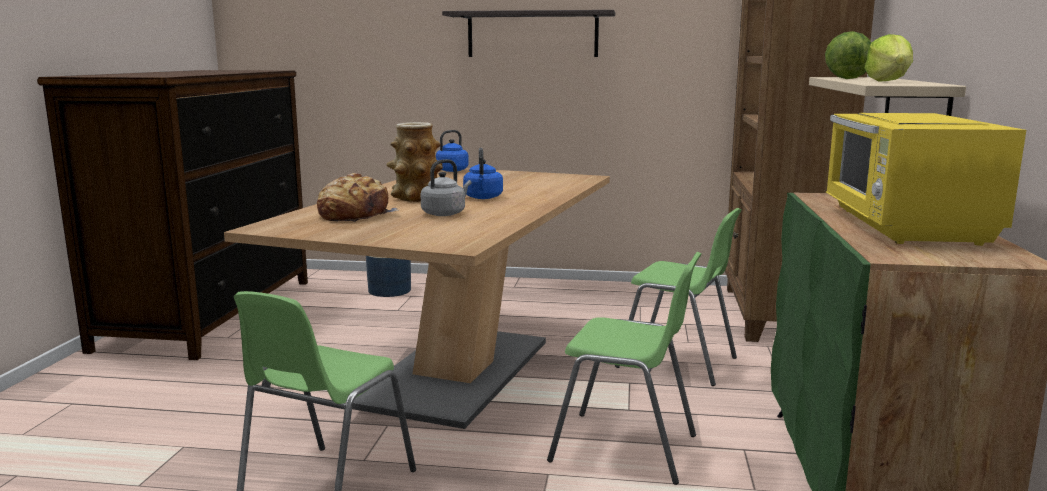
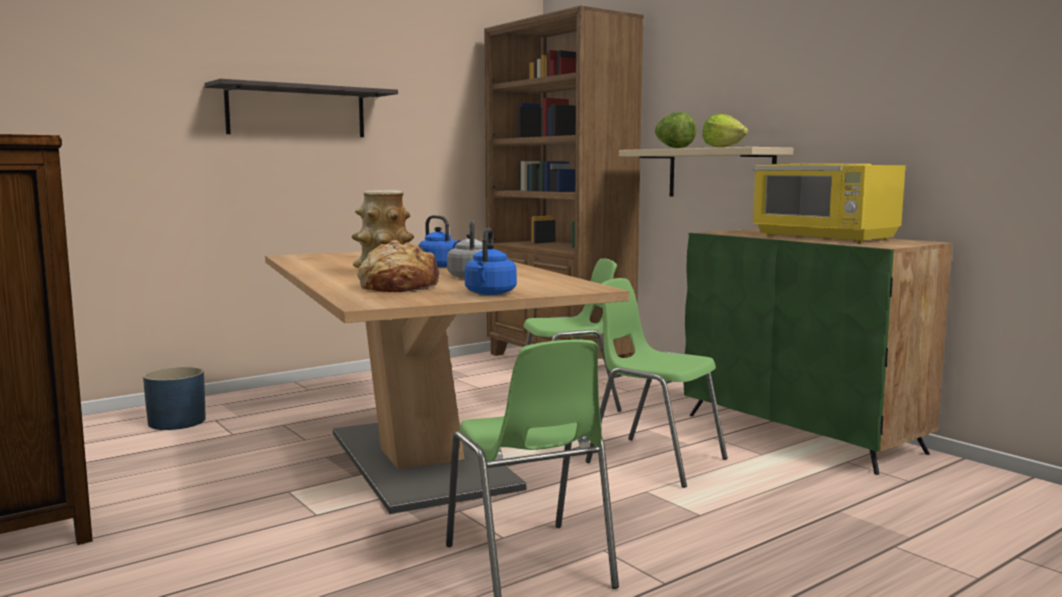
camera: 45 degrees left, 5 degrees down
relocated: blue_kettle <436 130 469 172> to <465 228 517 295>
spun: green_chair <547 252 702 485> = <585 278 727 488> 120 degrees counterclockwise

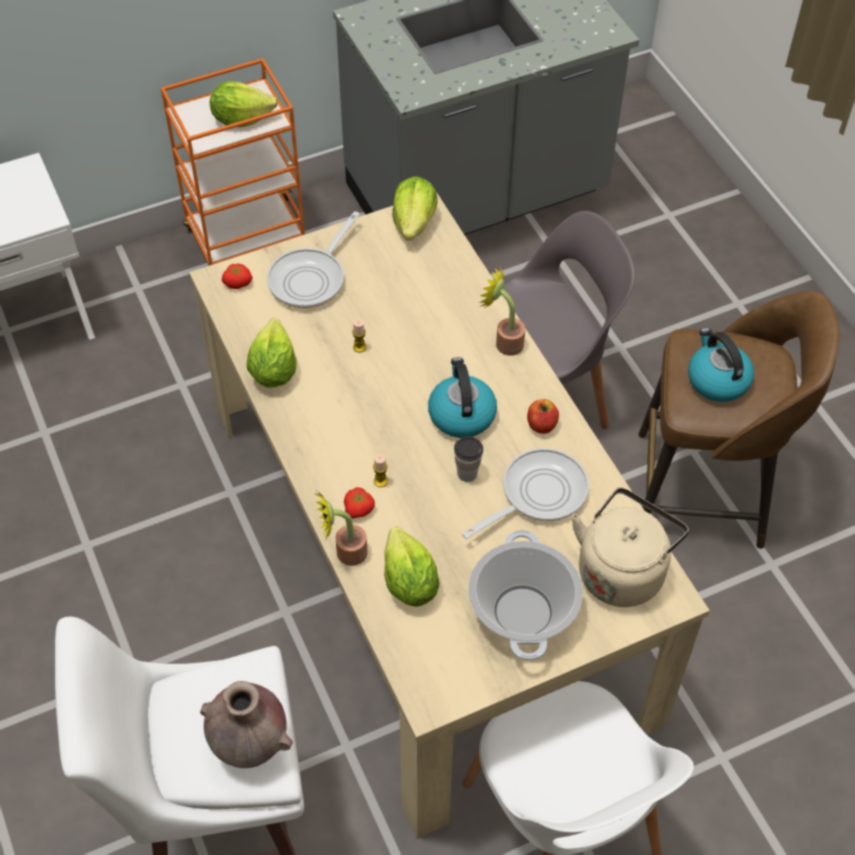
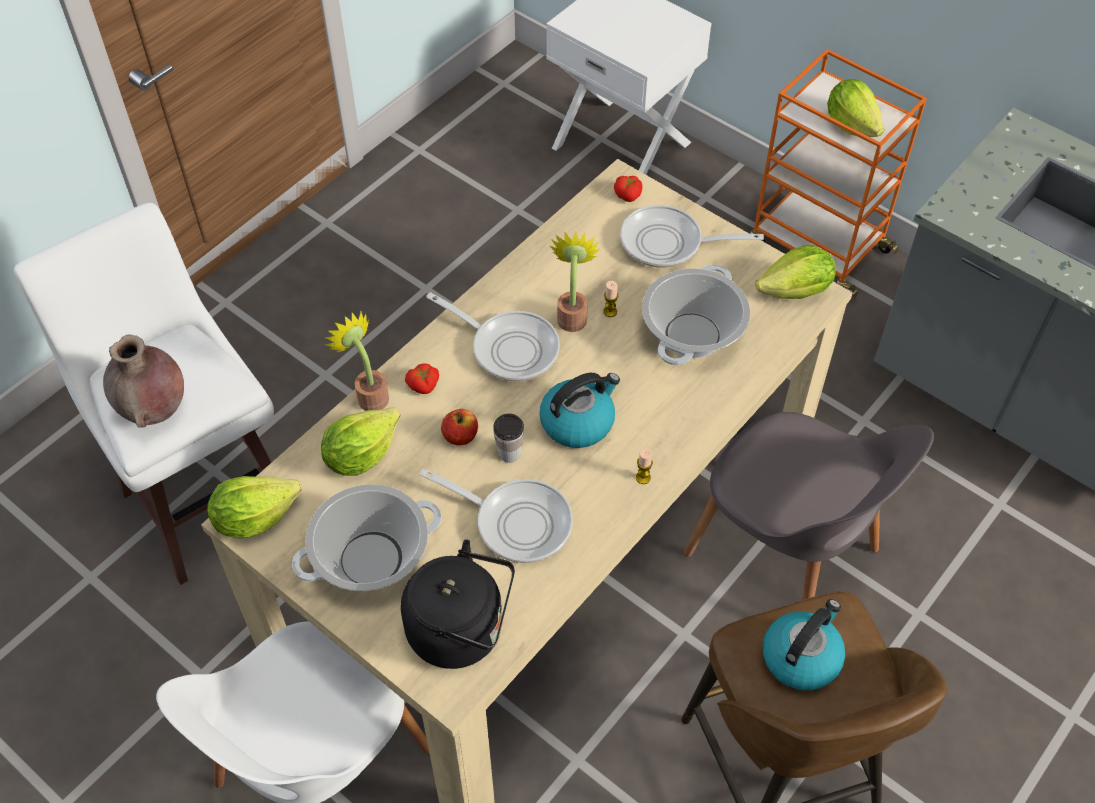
camera: 65 degrees right, 0 degrees up
appeared: frying_pan <426 292 560 381>; cooking_pot <642 264 750 365>
relocated: lettuce <247 318 297 388> to <207 476 301 538>; apple <527 399 559 434> to <441 409 478 445>; potted_plant <479 266 525 356> to <549 231 600 332>; candle <373 453 388 487> to <636 448 653 484>
colour: beige_kettle <572 487 689 607> to black_kettle <401 539 515 669>

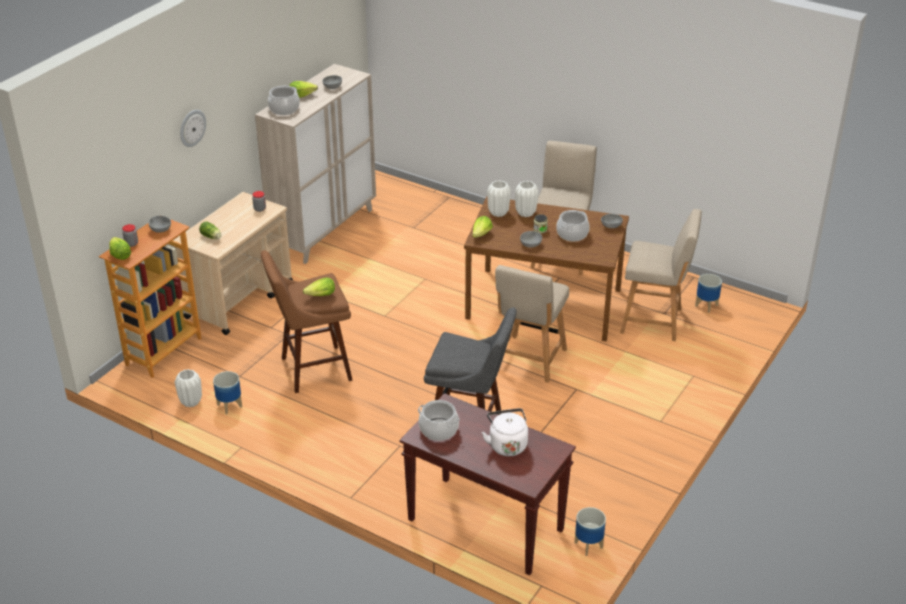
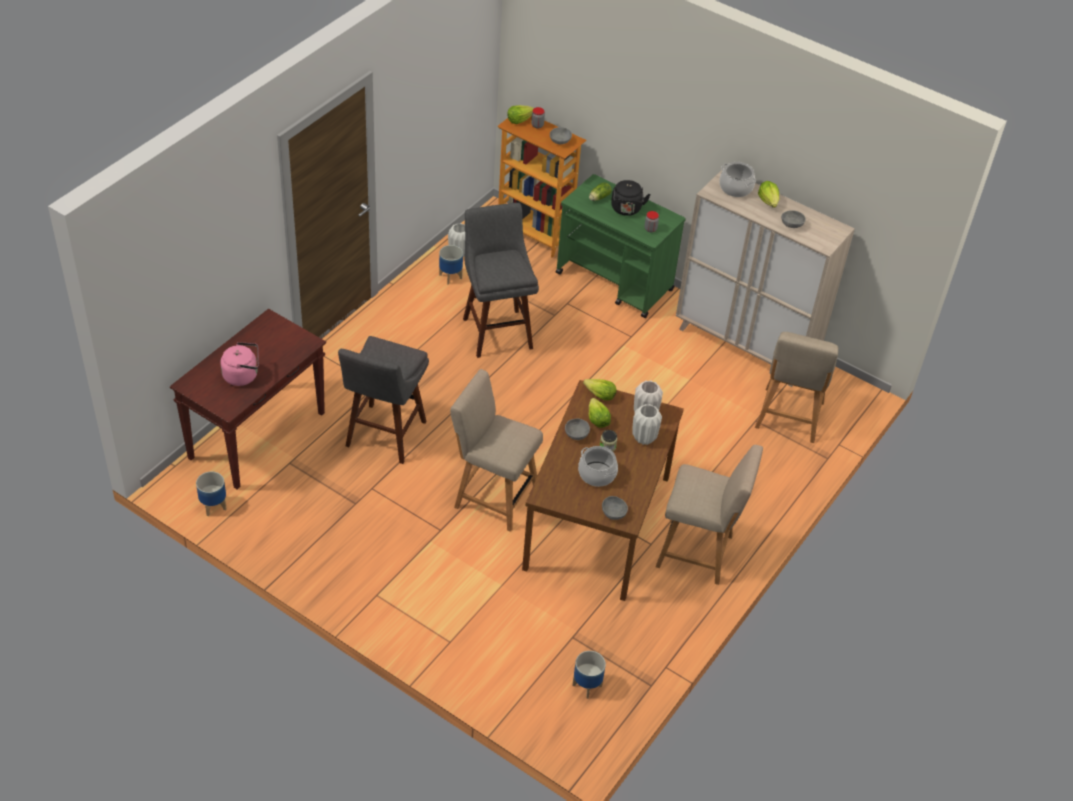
camera: 90 degrees right, 10 degrees up
missing: wall_clock <180 110 206 147>; cooking_pot <418 400 460 441>
appeared: black_kettle <611 180 651 216>
relocated: lettuce <303 277 335 296> to <589 398 611 428>; beige_chair <620 209 702 341> to <755 332 838 443>
colour: white_kettle <482 408 528 456> to pink_kettle <220 342 259 386>; brown_stool <261 250 353 393> to grey_stool <463 203 539 358>; beige_cart <173 192 293 335> to green_cart <555 174 686 318>

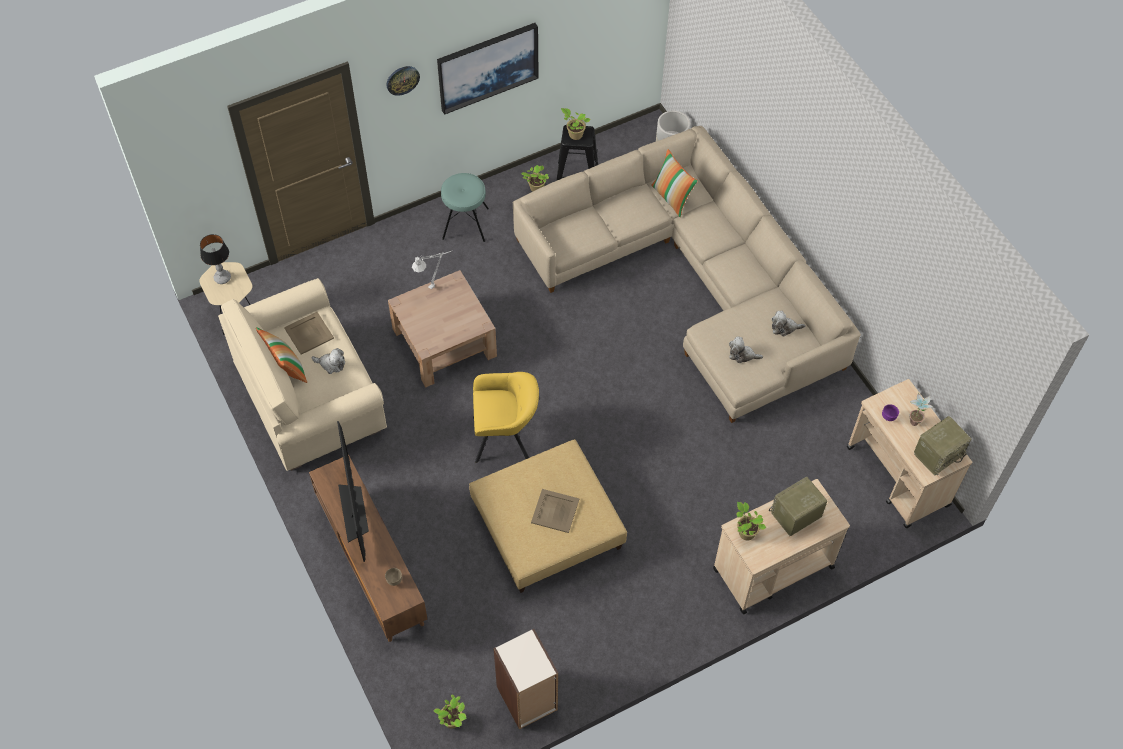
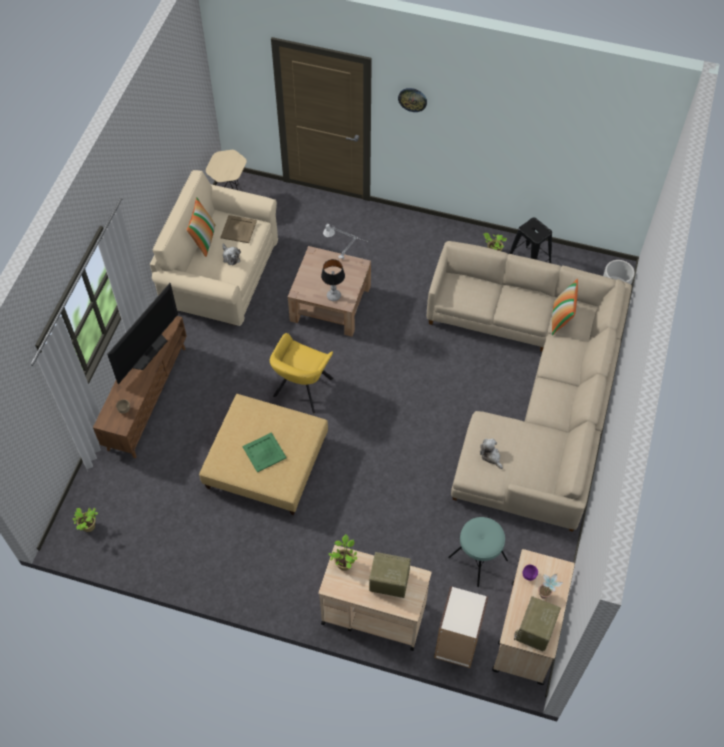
camera: 45 degrees right, 0 degrees up
missing: picture <437 23 539 115>; potted_plant <561 108 590 140>; plush_toy <771 311 806 337>
relocated: table_lamp <200 234 231 284> to <321 259 345 301>; bookcase <493 629 558 729> to <434 586 488 668>; turquoise_stool <441 173 489 242> to <448 517 508 587>
colour: beige_tray <531 489 579 533> to green_tray <242 432 287 472>
spun: yellow_armchair <473 372 539 463> = <270 333 334 414> 75 degrees clockwise; radio <914 416 972 476> = <514 596 561 651> 105 degrees clockwise

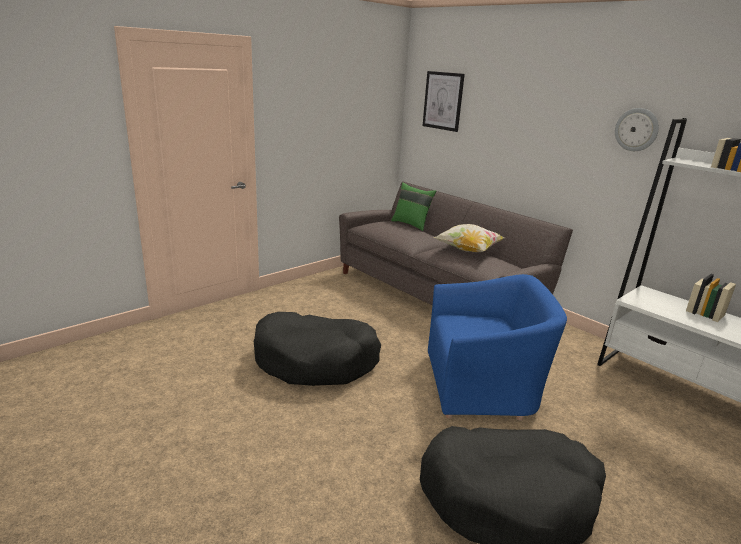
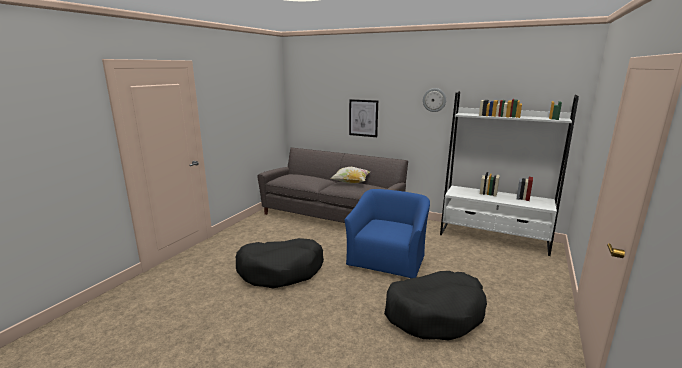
camera: 20 degrees left, 5 degrees down
missing: green_pillow <391 182 436 231>
relocated: picture <423 71 465 132> to <349 99 378 137>
spun: blue_armchair <428 274 567 421> = <344 189 430 278> 45 degrees counterclockwise

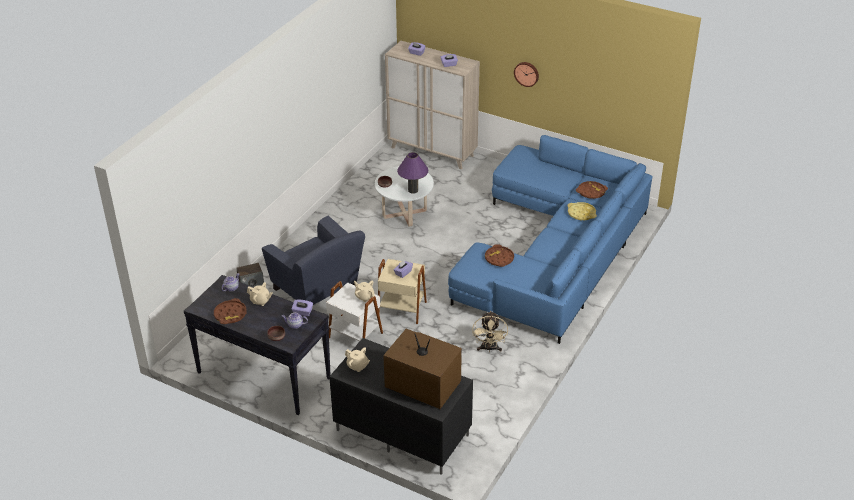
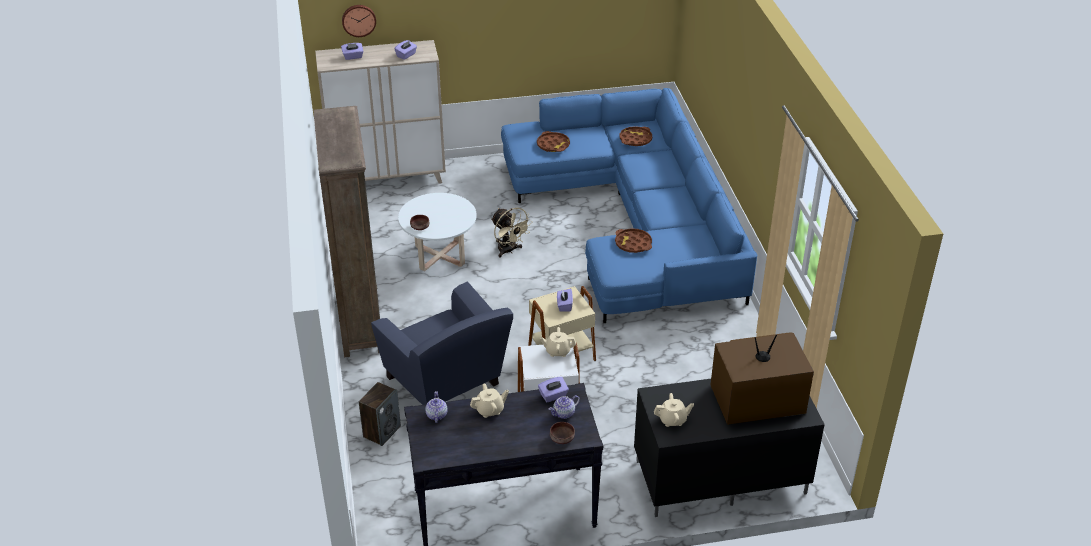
camera: 40 degrees left, 0 degrees up
missing: purple_table_lamp <397 152 428 194>; yellow_tray <567 202 597 221>
appeared: brown_bookcase <313 106 380 357>
relocated: wall_clock <514 62 539 87> to <342 5 376 37>; beige_fan <472 311 508 352> to <491 208 532 258>; brown_tray <214 298 247 324> to <537 131 570 152>
spun: blue_armchair <262 216 365 305> = <371 281 513 405> 45 degrees clockwise

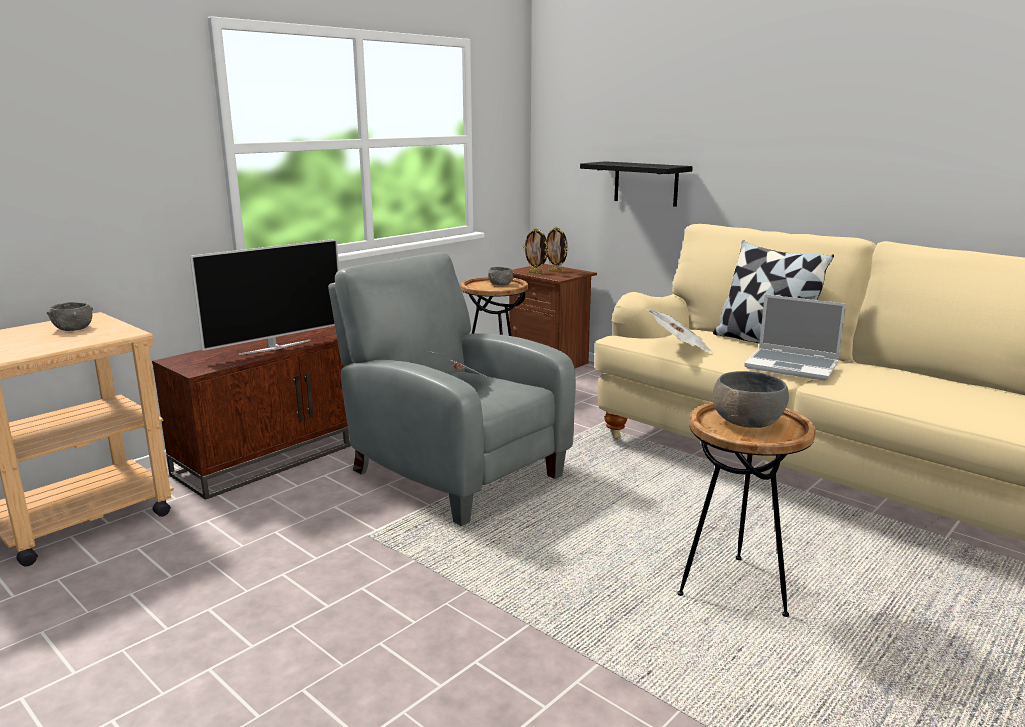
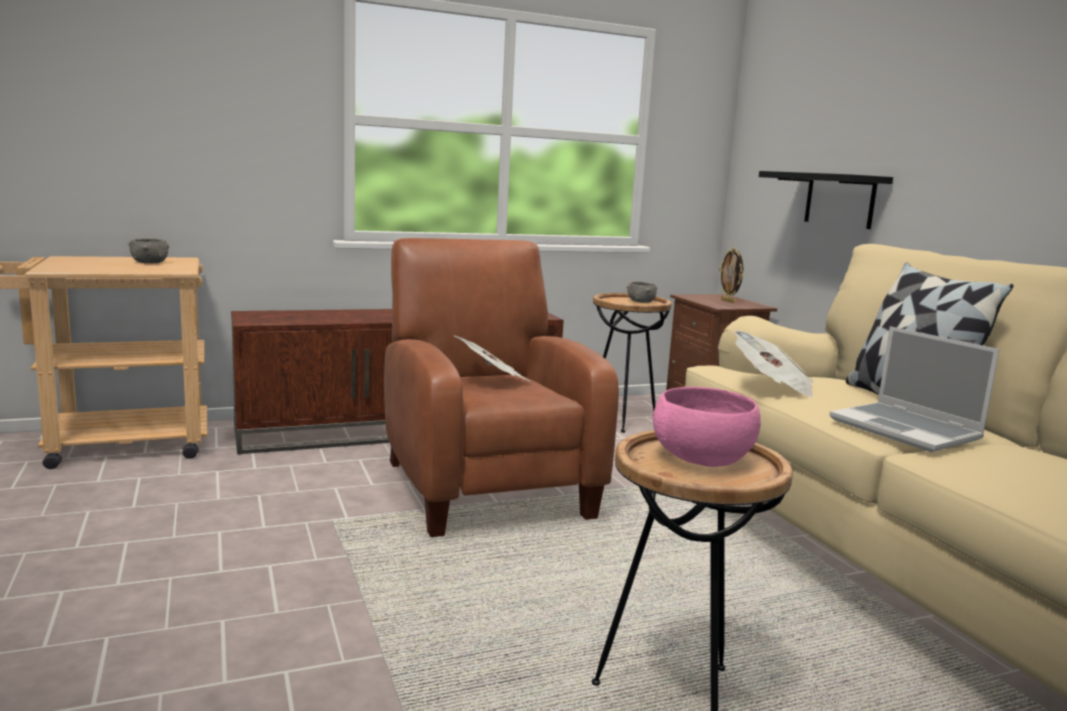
camera: 25 degrees right, 5 degrees down
missing: television <190 239 339 355>; picture_frame <523 228 549 274>
colour: grey_armchair <328 252 576 526> to brown_armchair <384 238 619 537>; grey_bowl <713 371 789 428> to pink_bowl <653 387 761 467>

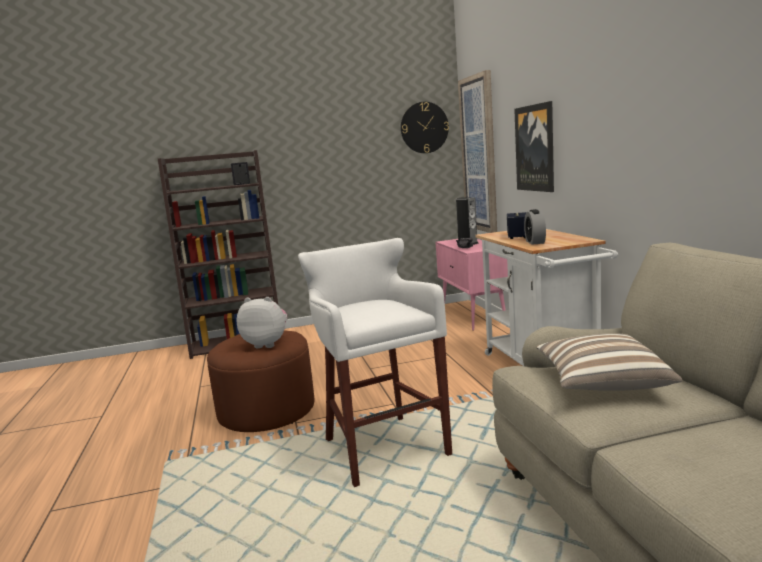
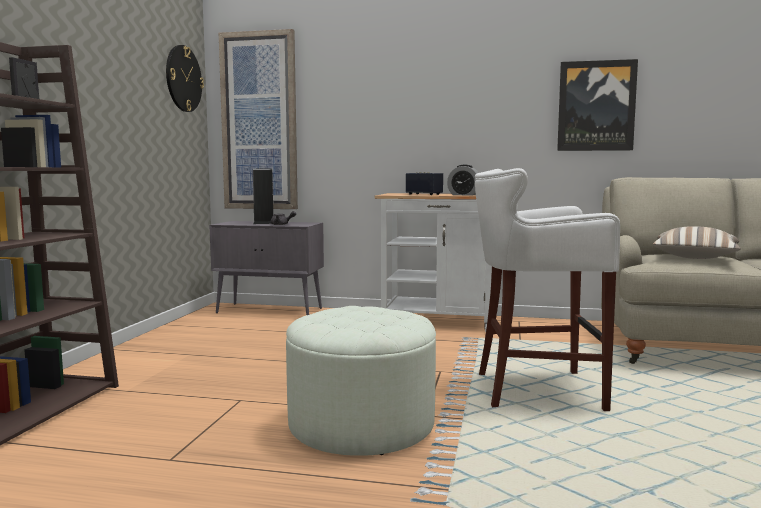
camera: 65 degrees left, 5 degrees down
missing: plush_toy <237 297 287 348>
relocated: picture <514 101 554 192> to <557 59 638 151>
colour: pink_cabinet <436 239 508 331> to grey_cabinet <209 221 324 315>; brown_ottoman <207 330 315 432> to white_ottoman <286 306 436 456>

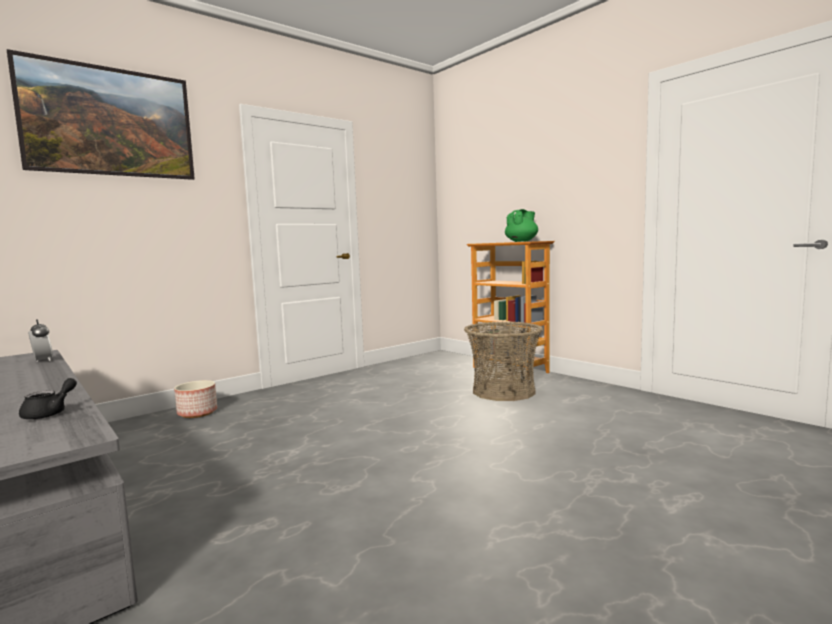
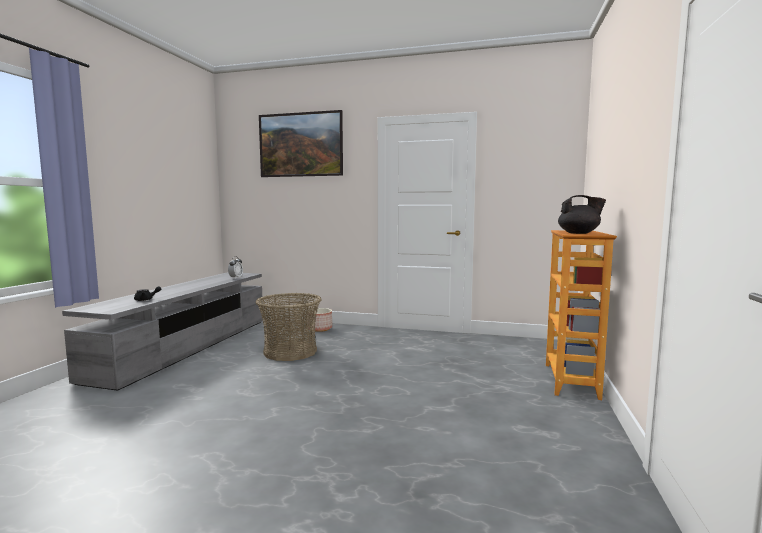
camera: 55 degrees right, 0 degrees up
relocated: basket <464 322 543 401> to <256 293 322 361>
colour: green_teapot <505 209 538 242> to black_teapot <558 195 606 234>

